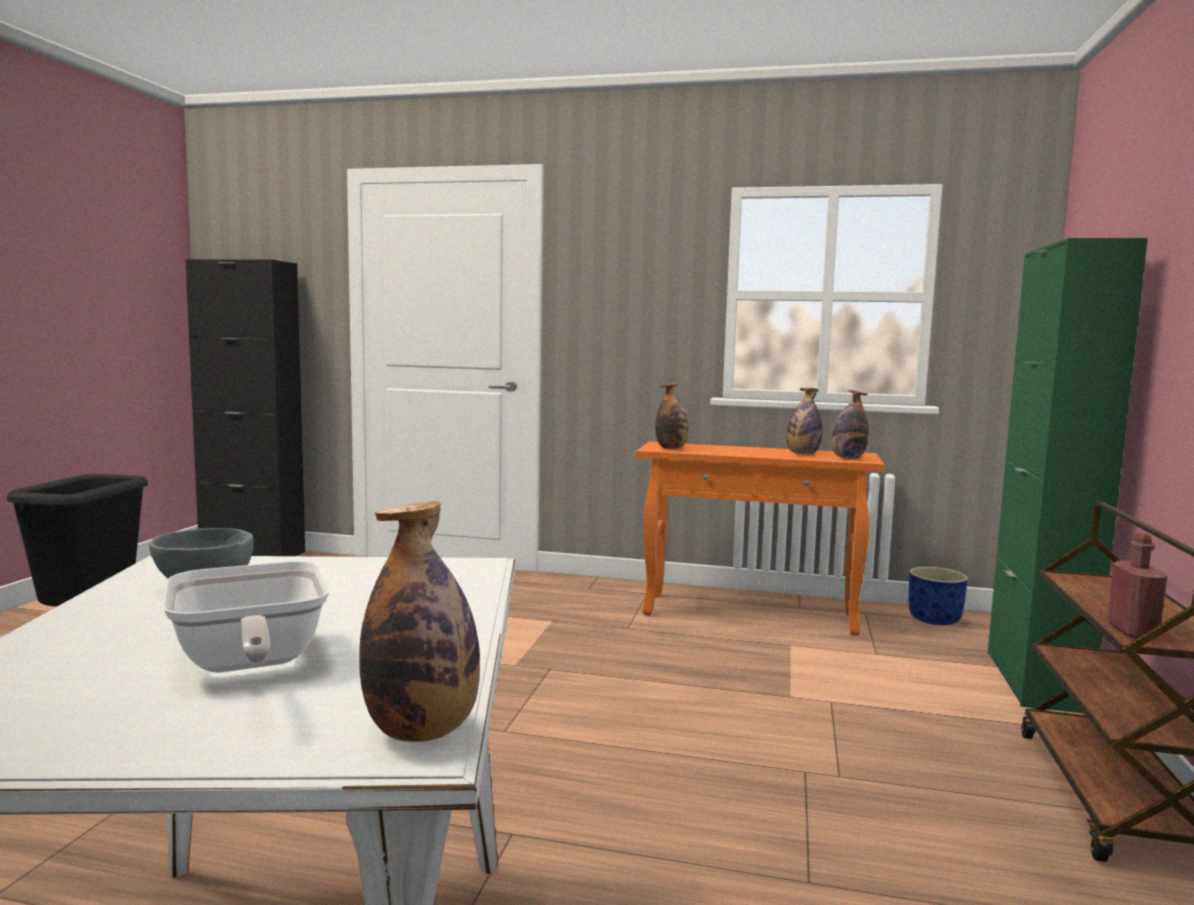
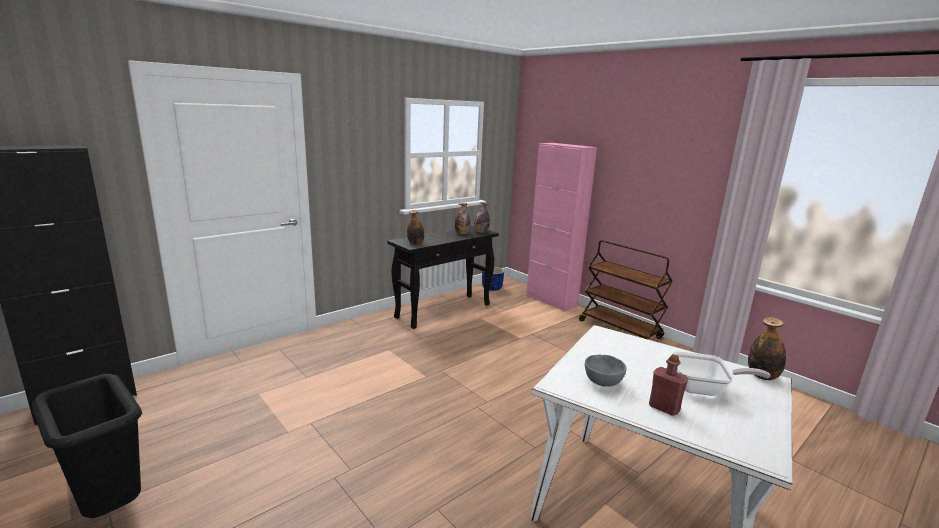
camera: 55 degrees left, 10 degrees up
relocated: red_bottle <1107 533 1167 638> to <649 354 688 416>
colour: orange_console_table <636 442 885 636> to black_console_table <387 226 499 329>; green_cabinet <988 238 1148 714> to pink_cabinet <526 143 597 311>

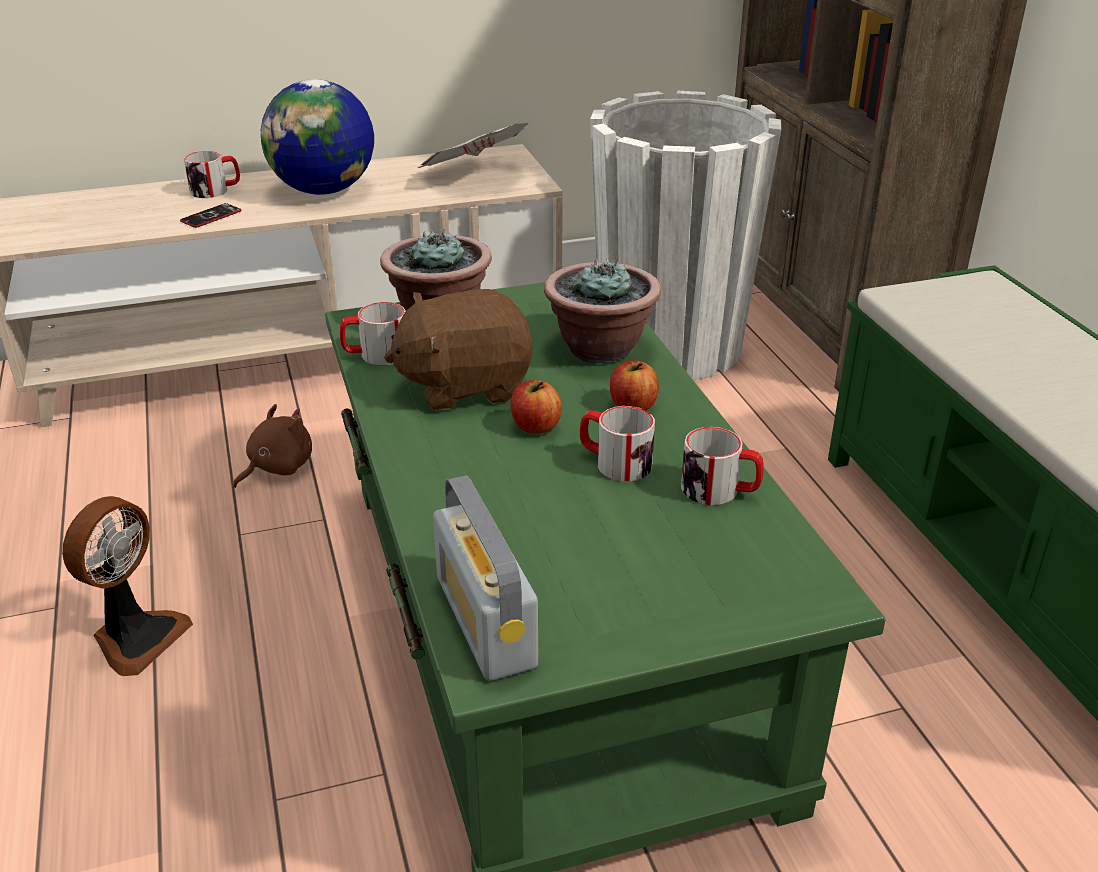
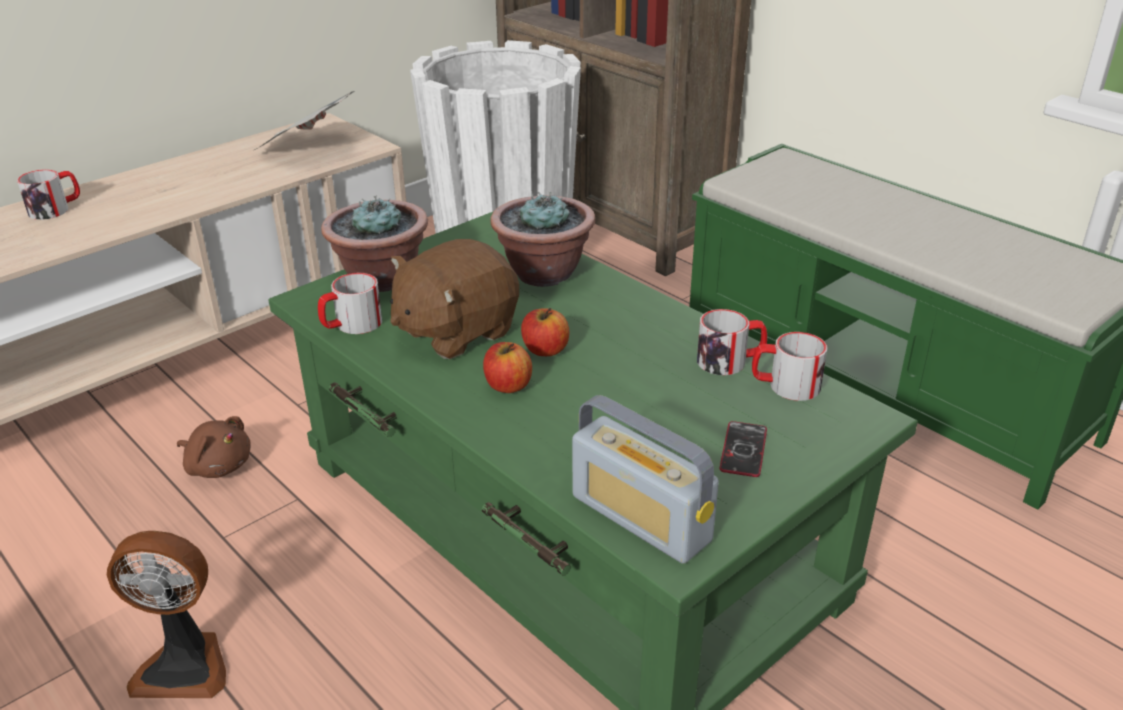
camera: 25 degrees left, 0 degrees up
missing: globe <261 79 374 195>
relocated: apple <610 360 659 410> to <483 342 532 393>; phone <180 203 242 228> to <720 421 767 477>; mug <580 406 655 482> to <752 332 827 401>
spun: fan <62 496 193 676> = <107 531 226 698> 90 degrees clockwise; brown_plush_toy <233 404 312 488> = <177 416 251 478> 105 degrees clockwise

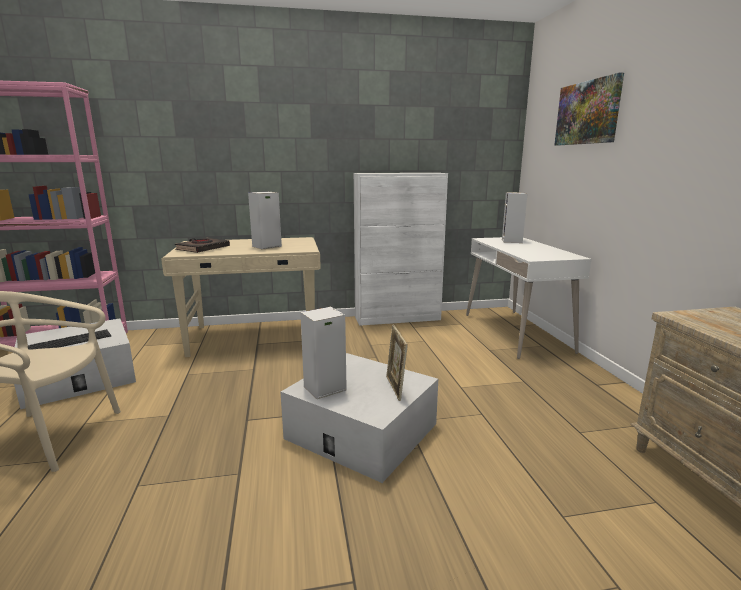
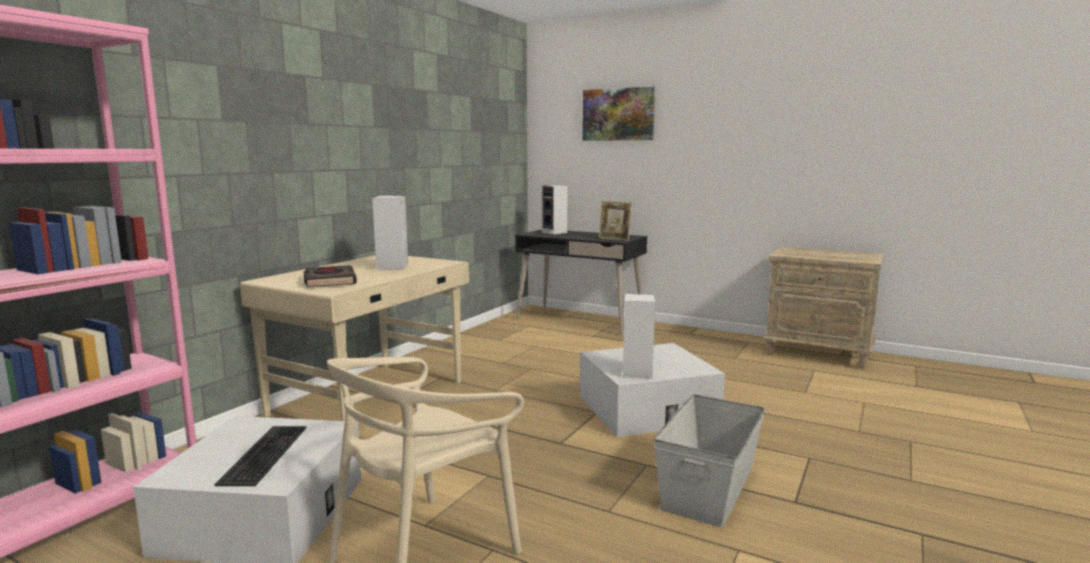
camera: 50 degrees left, 5 degrees down
missing: white_cabinet <354 173 448 326>
appeared: grey_storage_box <654 394 765 528>
relocated: picture_frame <386 324 408 401> to <599 201 632 241>
colour: white_desk <466 237 592 359> to black_desk <515 230 647 335>

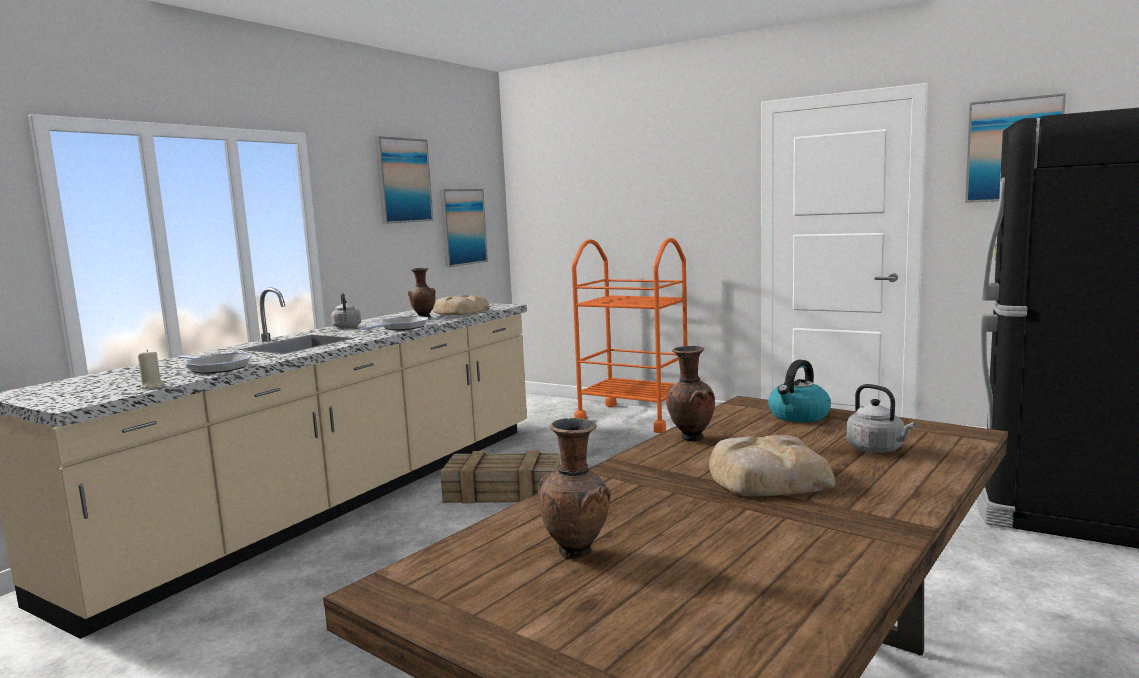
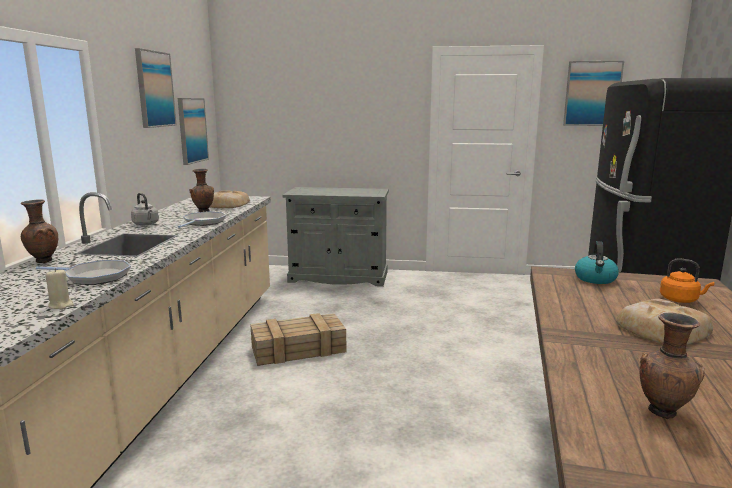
camera: 25 degrees left, 5 degrees up
relocated: brown_vase <666 346 715 441> to <21 199 58 263>
exchanged: orange_cart <572 238 687 433> to grey_cabinet <283 187 389 287>
colour: grey_kettle <847 384 915 453> to orange_kettle <660 258 714 303>

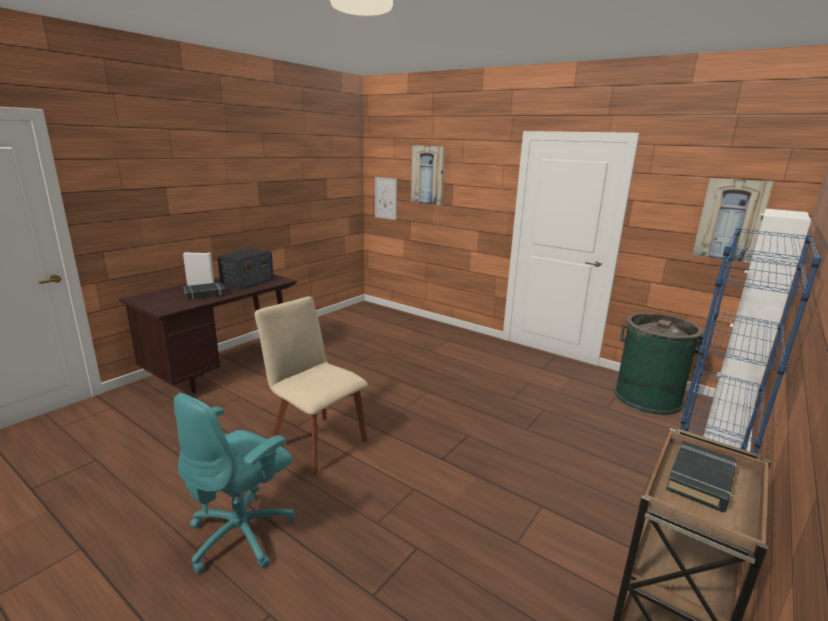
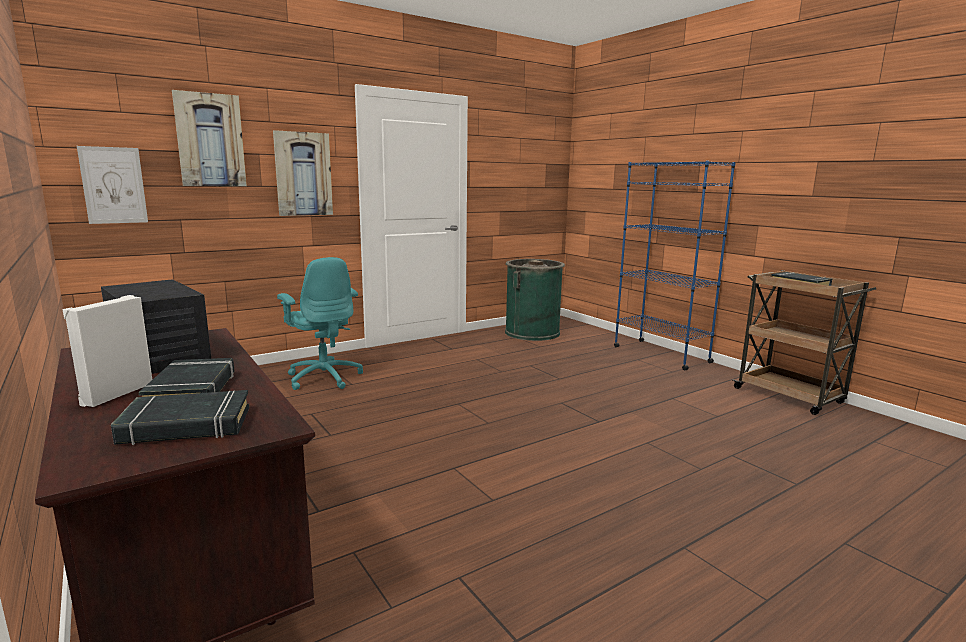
camera: 70 degrees left, 5 degrees down
missing: beige_chair <255 296 368 475>; white_cabinet <703 209 811 449>
appeared: black_book <111 390 250 445>
relocated: picture <692 178 773 263> to <273 130 333 216>; turquoise_office_chair <174 393 295 573> to <277 257 363 390>

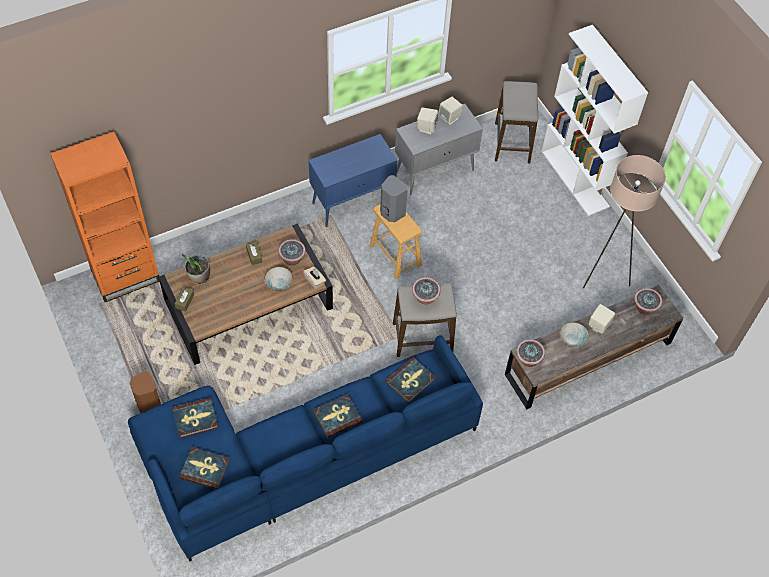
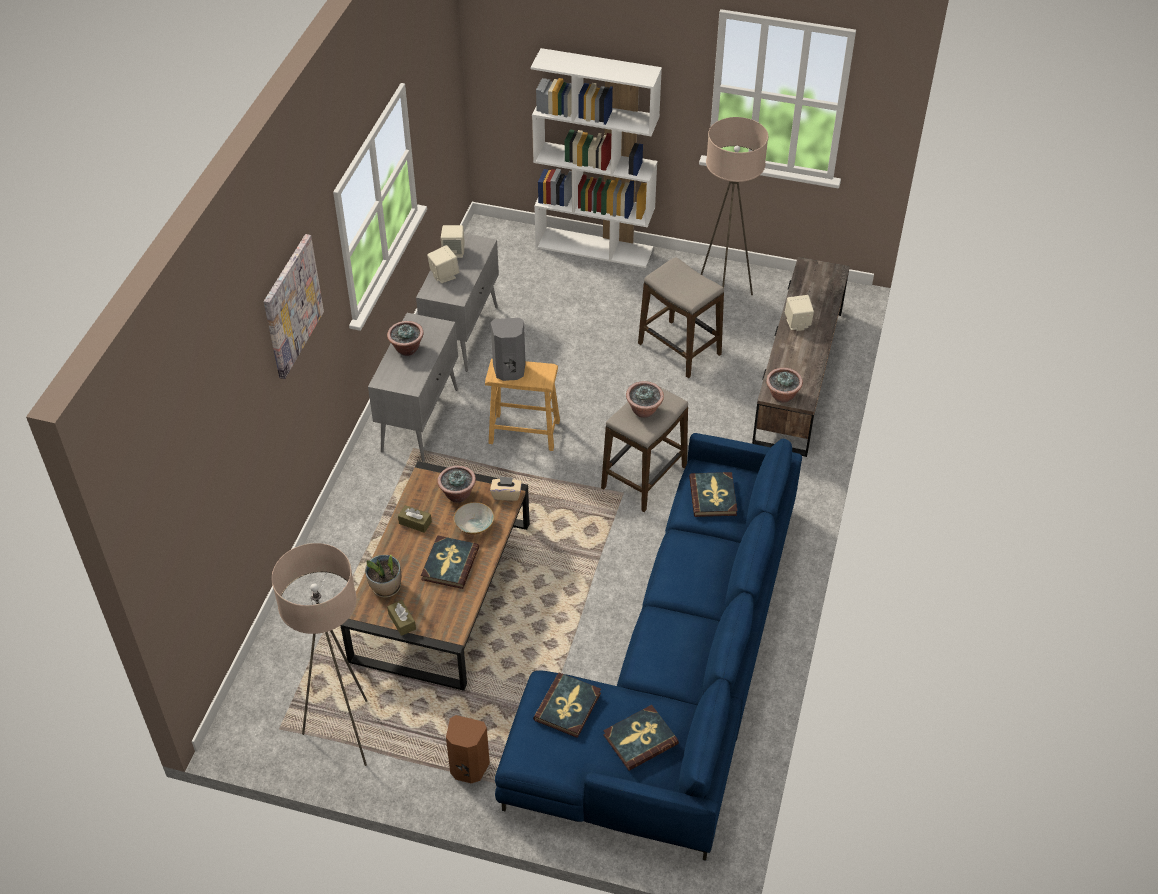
camera: 45 degrees left, 10 degrees down
missing: orange_bookcase <50 131 159 302>; bowl <560 322 589 348>
appeared: picture <264 234 324 379>; beige_floor_lamp <271 543 368 766>
relocated: potted_plant <634 288 662 315> to <387 321 424 356>; book <313 394 363 438> to <421 535 479 589>; stool <495 81 538 164> to <638 257 724 378>
colour: blue_cabinet <309 134 397 227> to grey_cabinet <368 313 458 461>

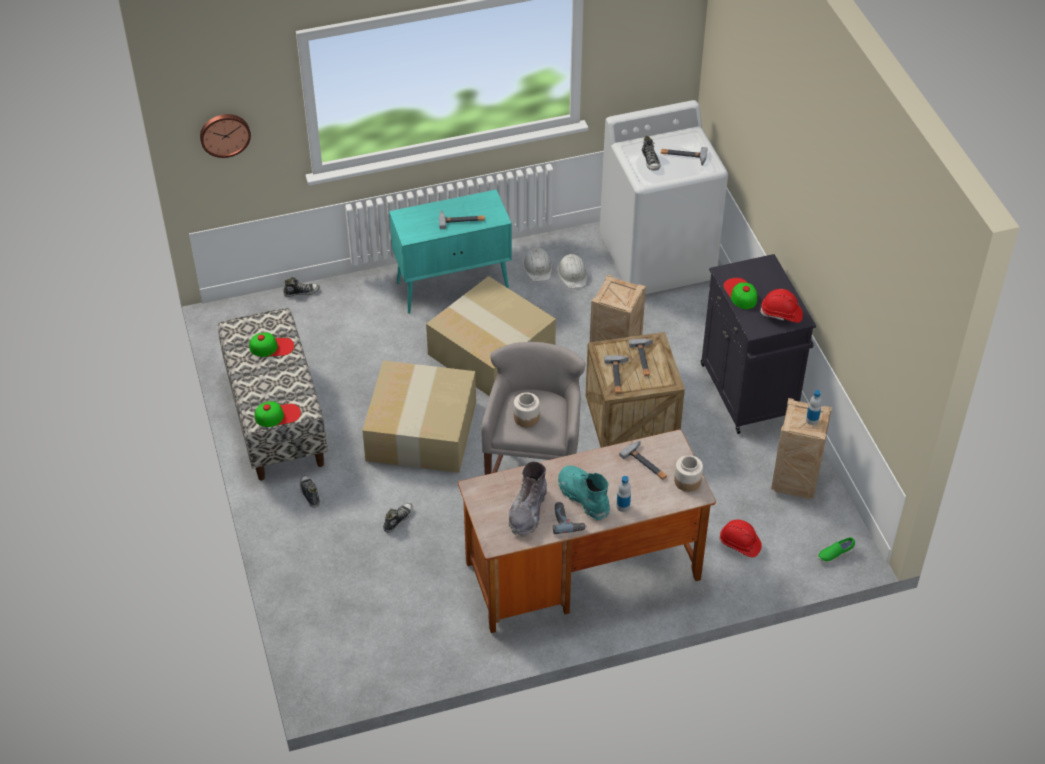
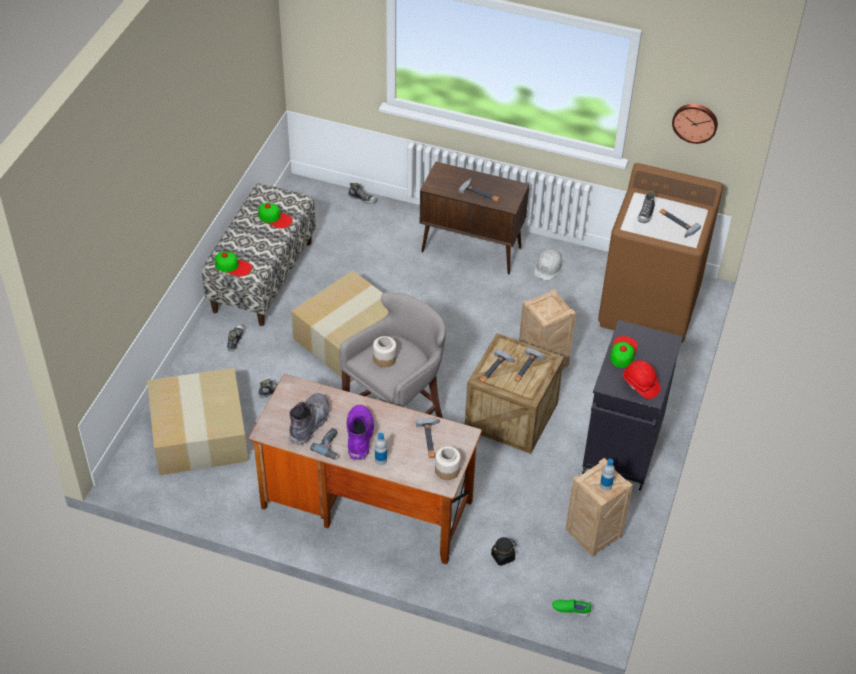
camera: 35 degrees right, 0 degrees up
missing: white_hard_hat <557 254 587 289>
relocated: cardboard_box <426 276 556 396> to <147 368 248 475>; wall_clock <200 114 251 158> to <672 104 718 144>
exchanged: red_hard_hat <720 520 762 557> to black_jar <491 537 517 566>
colour: turquoise_boot <558 466 610 521> to purple_boot <346 405 374 460>; turquoise_cabinet <389 189 512 314> to brown_cabinet <420 161 529 274>; white_washing_machine <600 100 728 294> to brown_washing_machine <598 163 724 343>
spun: grey_boot <508 461 547 537> = <289 393 329 446> 150 degrees clockwise

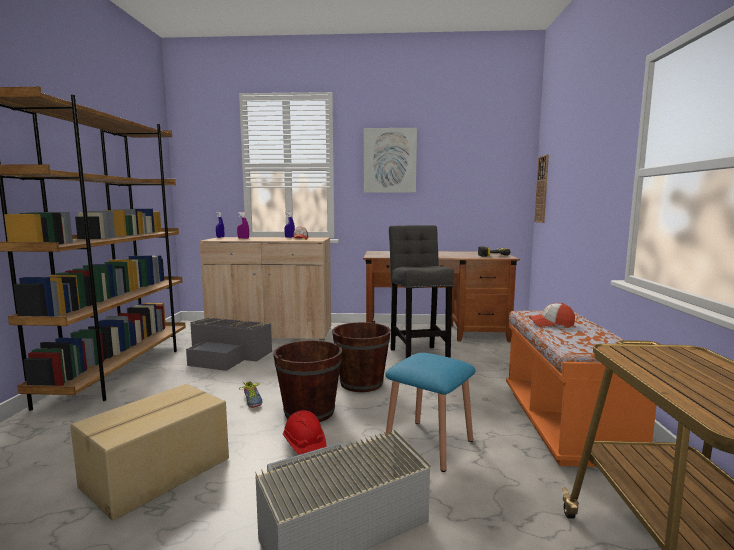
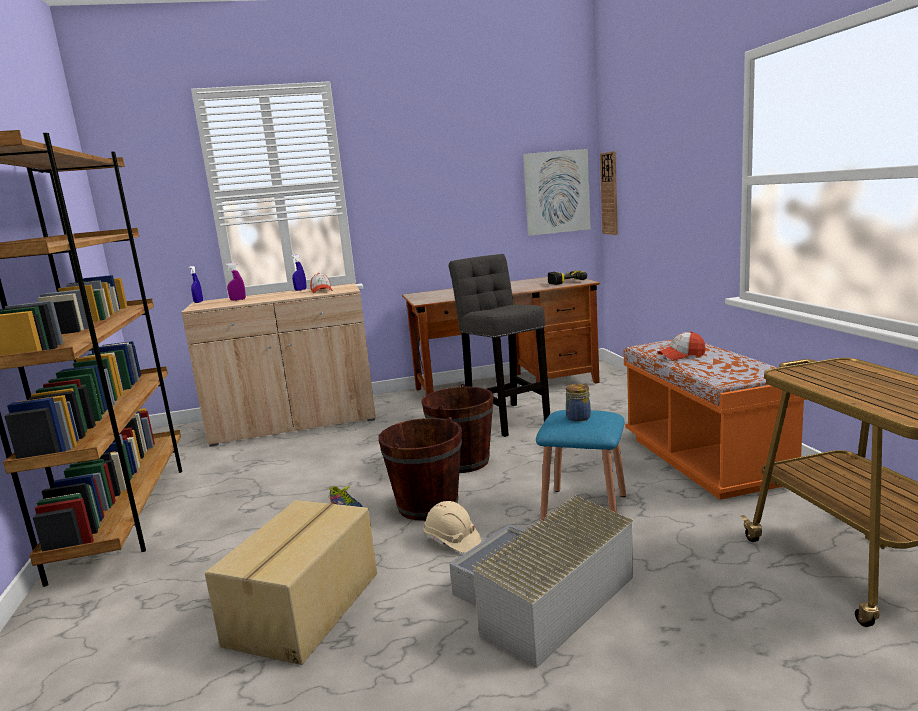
camera: 15 degrees left, 5 degrees up
missing: grey_storage_box <186 318 272 371>
appeared: jar <566 384 591 422>
relocated: picture <364 128 417 193> to <523 149 591 236>
colour: red_hard_hat <283 410 326 455> to beige_hard_hat <424 501 481 553>

